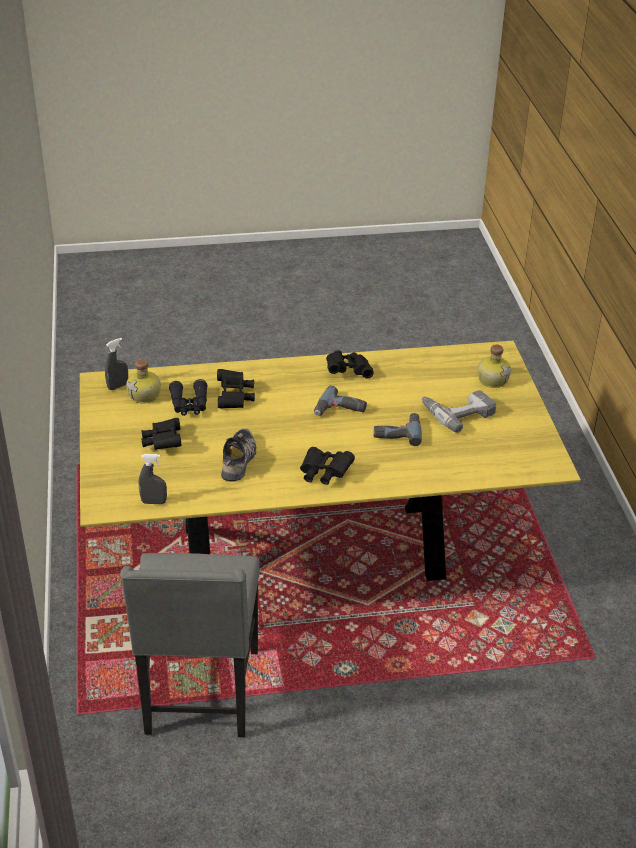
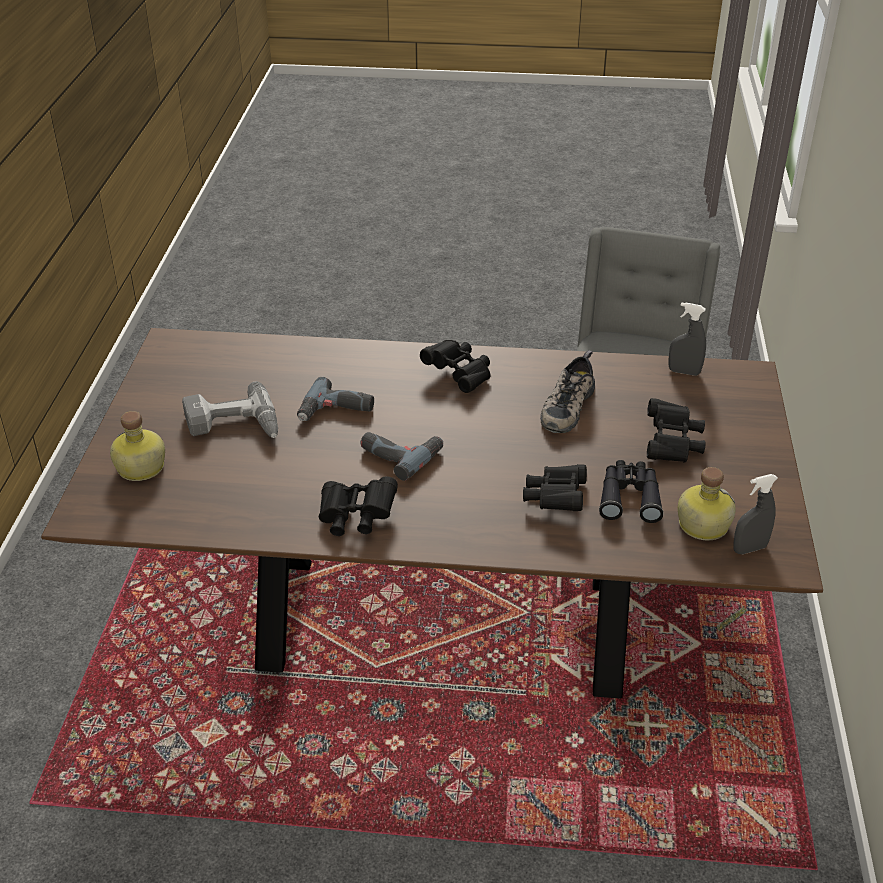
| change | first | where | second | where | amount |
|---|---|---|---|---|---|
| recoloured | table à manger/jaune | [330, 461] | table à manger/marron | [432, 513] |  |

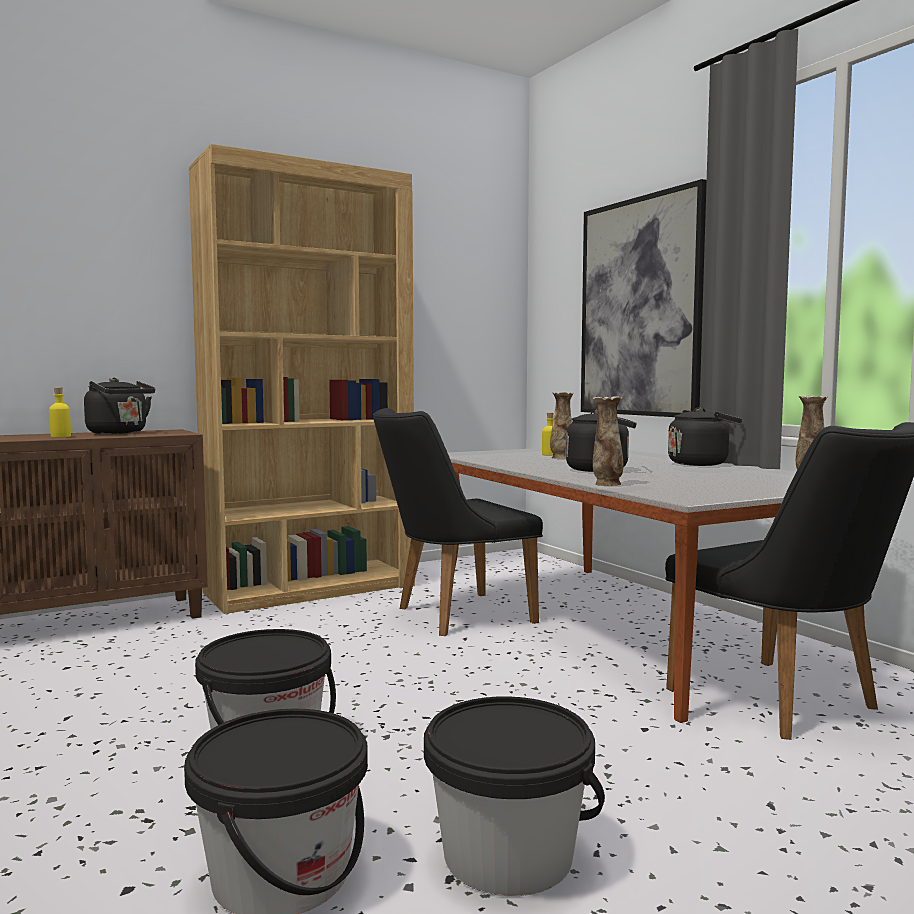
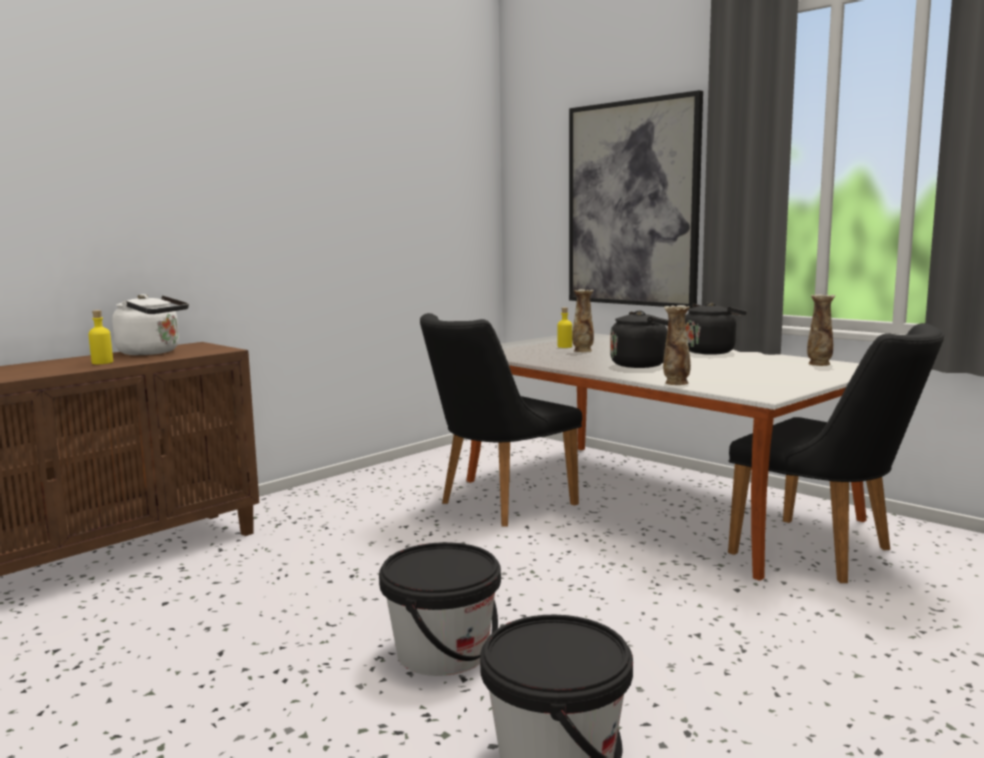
| change | first | where | second | where | amount |
|---|---|---|---|---|---|
| removed | bibliothèque/marron | [302, 379] |  |  |  |
| recoloured | bouilloire/noir | [119, 406] | bouilloire/blanc | [150, 324] |  |
| removed | seau/noir | [514, 796] |  |  |  |

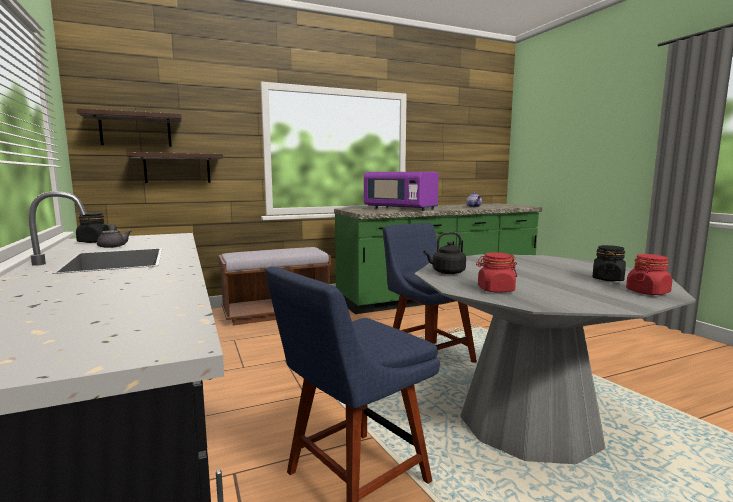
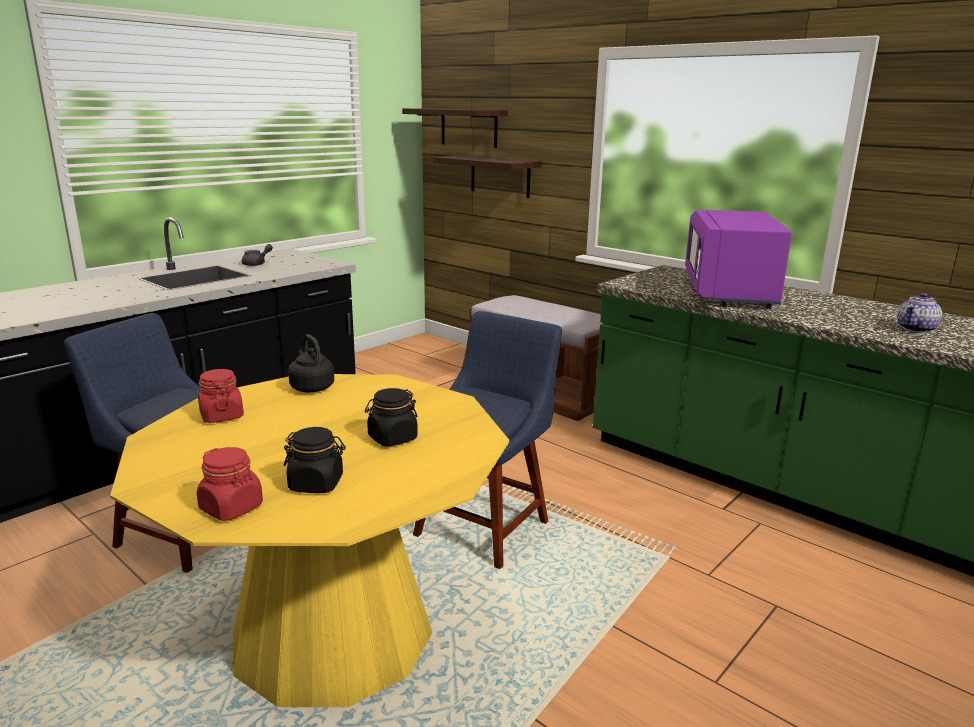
| change | first | where | second | where | amount |
|---|---|---|---|---|---|
| moved | bocal/noir | [92, 227] |  | [391, 417] |  |
| recoloured | table à manger/gris | [555, 359] | table à manger/jaune | [309, 540] |  |

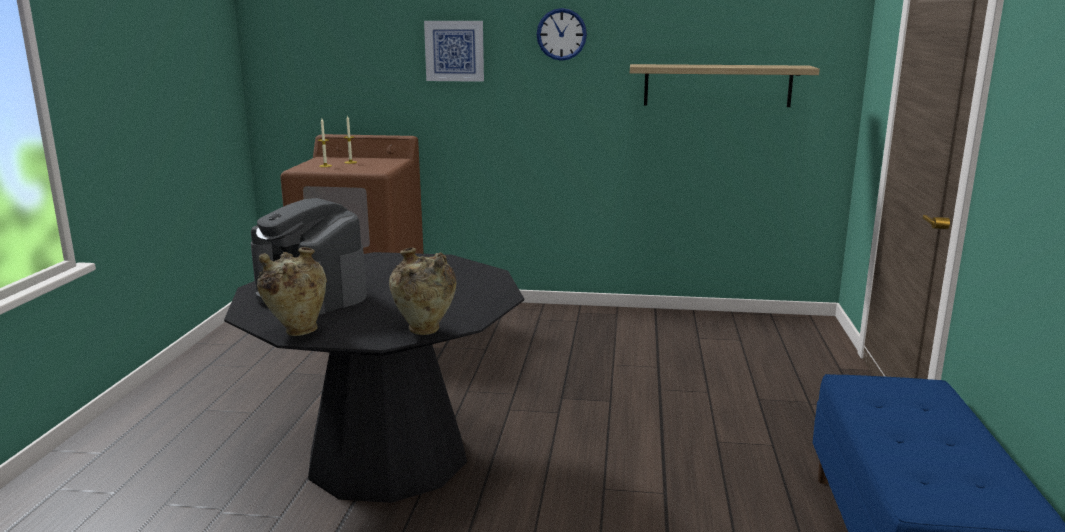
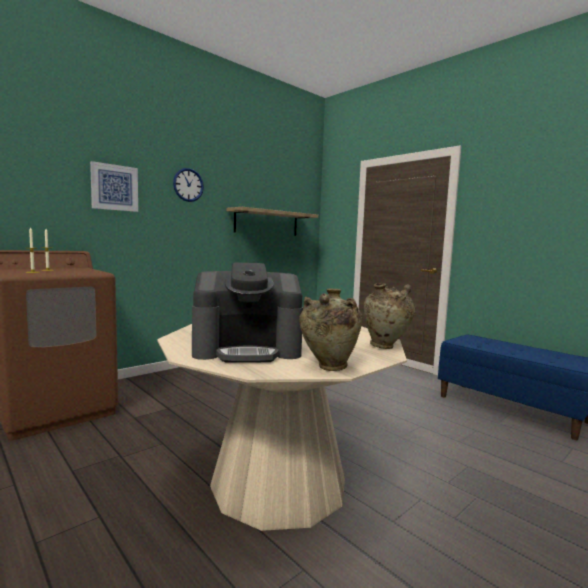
| change | first | where | second | where | amount |
|---|---|---|---|---|---|
| recoloured | table à manger/noir | [374, 377] | table à manger/beige | [282, 427] |  |

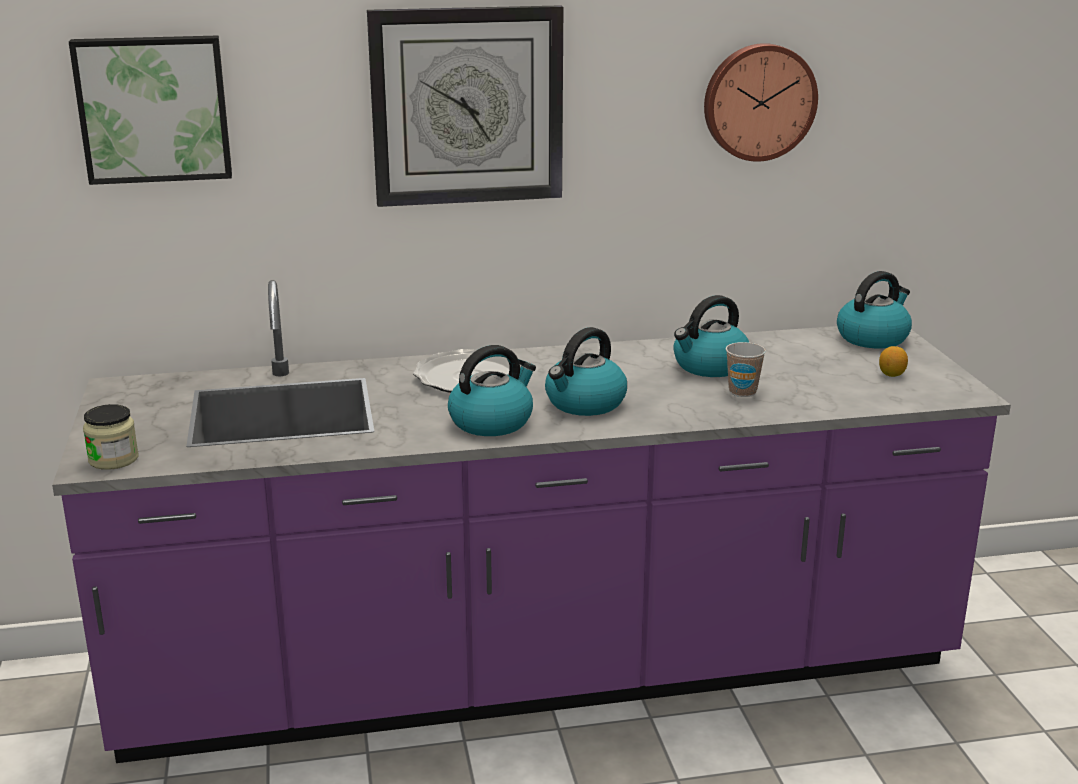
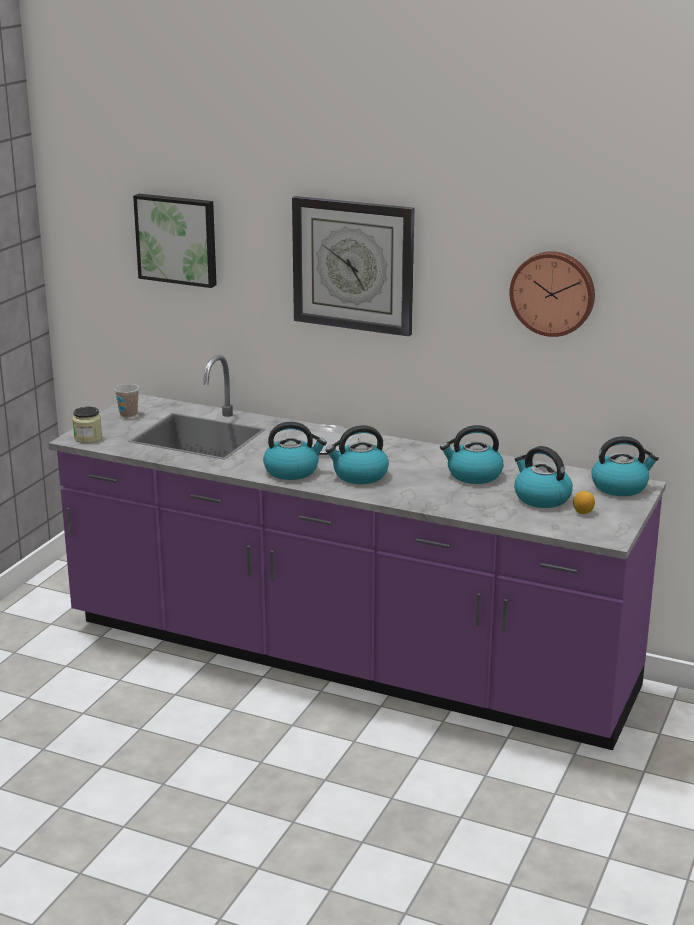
| change | first | where | second | where | amount |
|---|---|---|---|---|---|
| moved | tasse | [746, 369] |  | [126, 401] |  |
| added |  |  | bouilloire | [543, 477] |  |

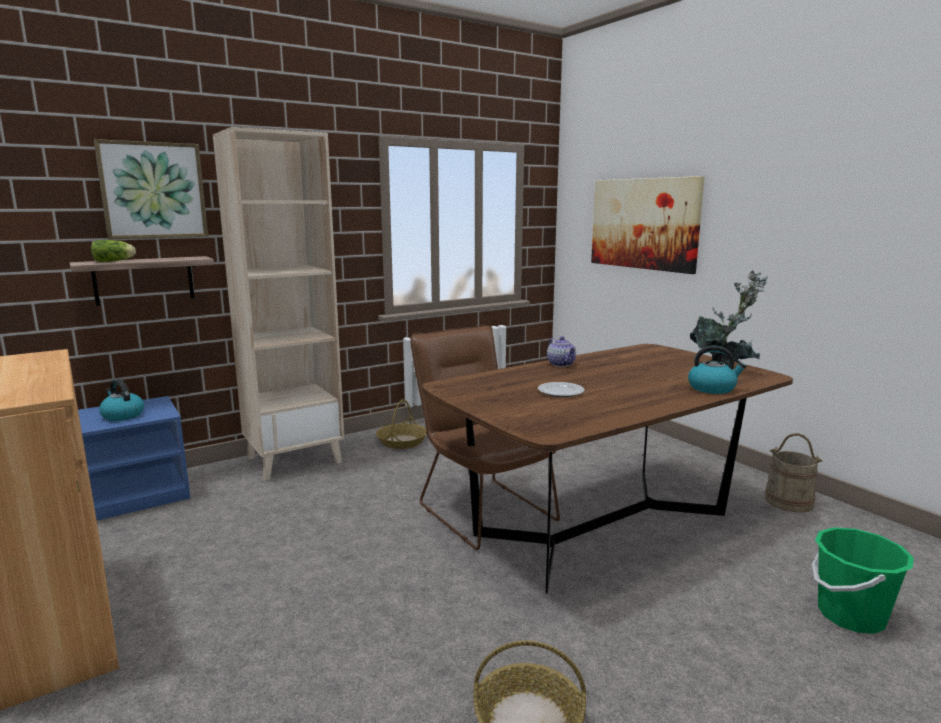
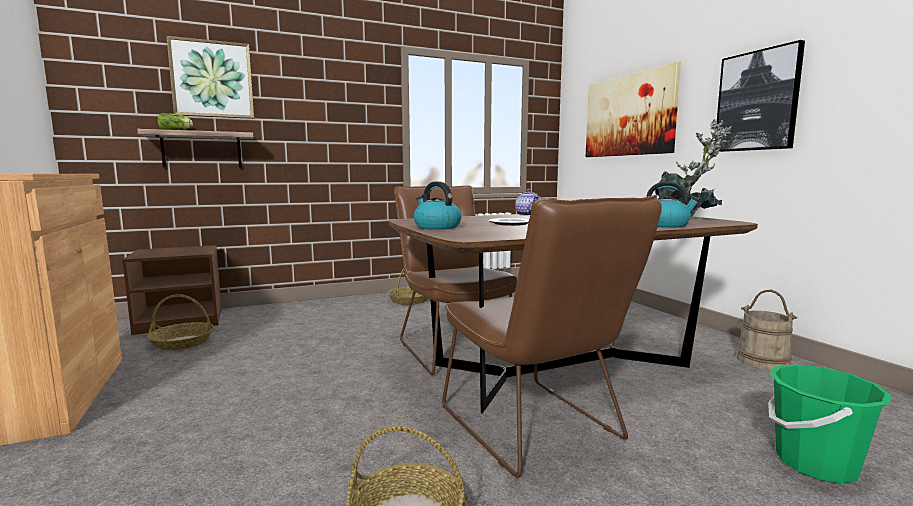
| change | first | where | second | where | amount |
|---|---|---|---|---|---|
| removed | bibliothèque/beige | [278, 304] |  |  |  |
| moved | bouilloire | [121, 400] |  | [438, 205] |  |
| recoloured | table de chevet/bleu | [134, 458] | table de chevet/marron | [172, 290] |  |
| added |  |  | tableau | [760, 96] |  |
| added |  |  | chaise/marron | [552, 336] |  |
| added |  |  | panier | [180, 322] |  |

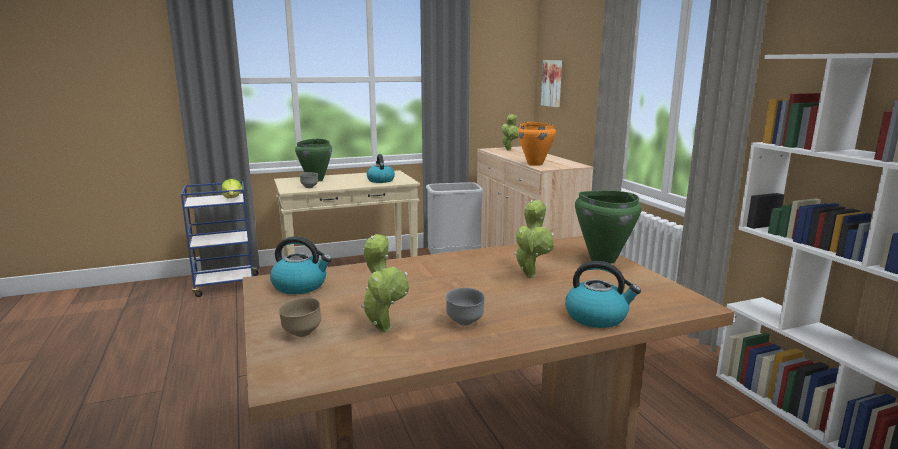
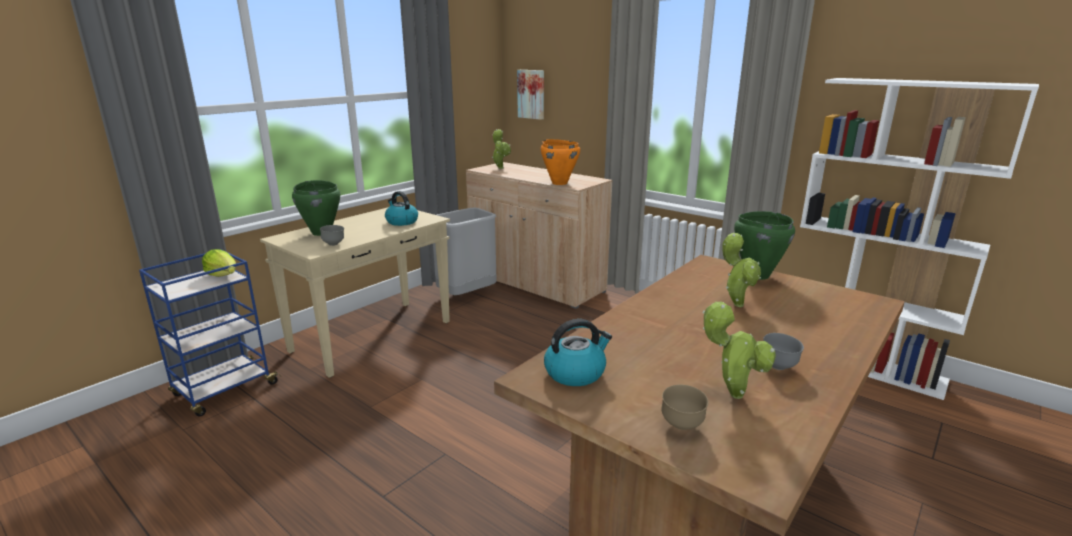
| change | first | where | second | where | amount |
|---|---|---|---|---|---|
| removed | bouilloire | [603, 294] |  |  |  |

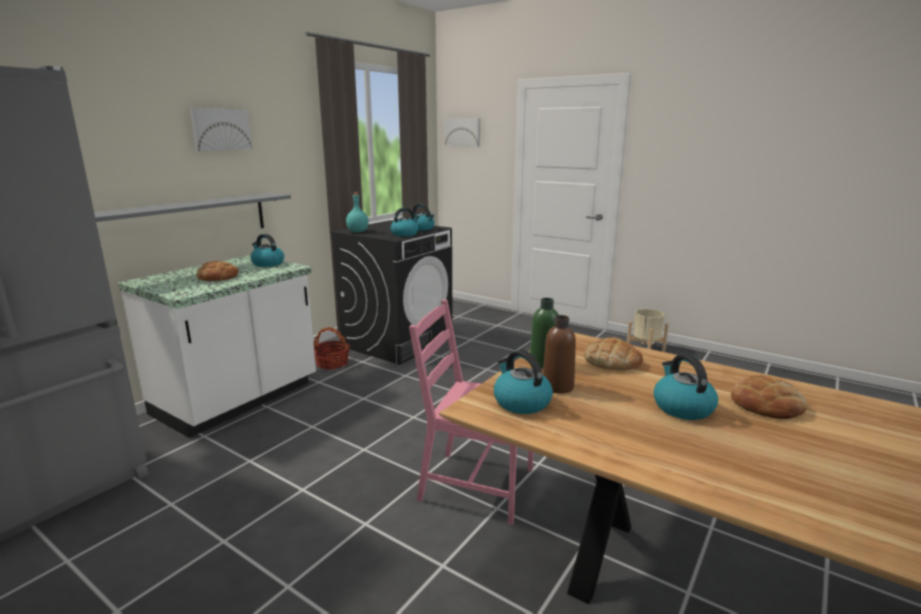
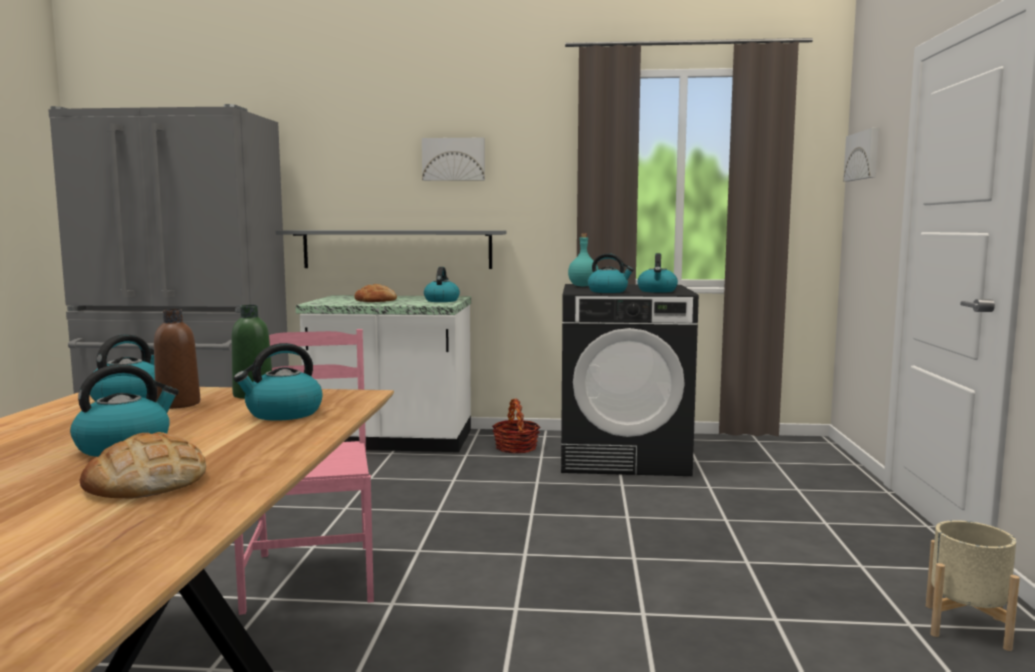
| change | first | where | second | where | amount |
|---|---|---|---|---|---|
| replaced | pain | [613, 354] | bouilloire | [277, 382] |  |

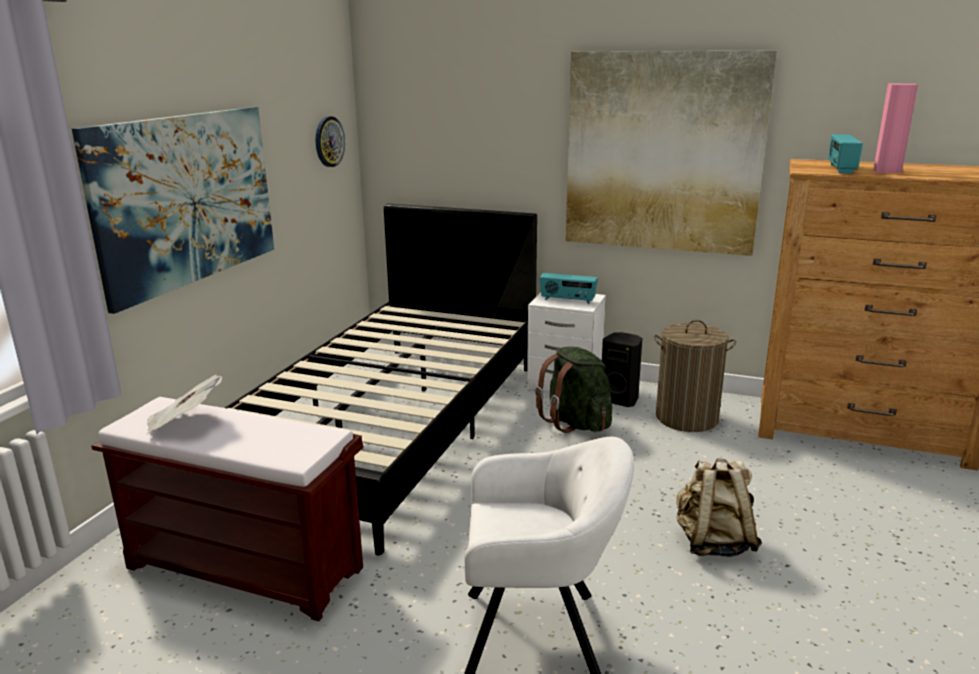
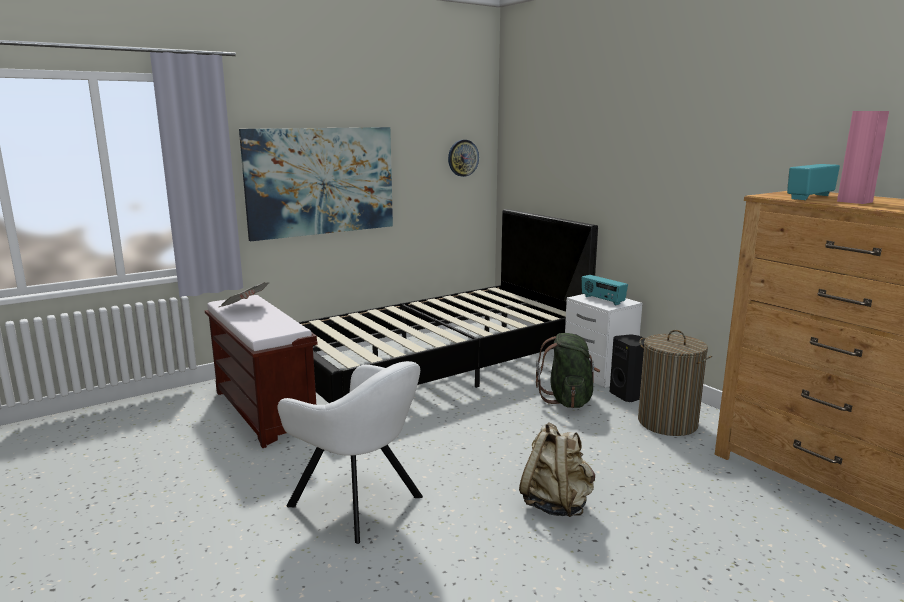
| change | first | where | second | where | amount |
|---|---|---|---|---|---|
| removed | tableau | [671, 153] |  |  |  |

